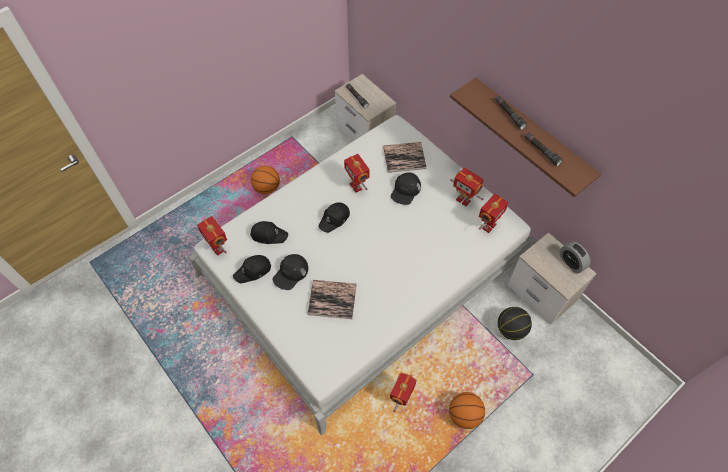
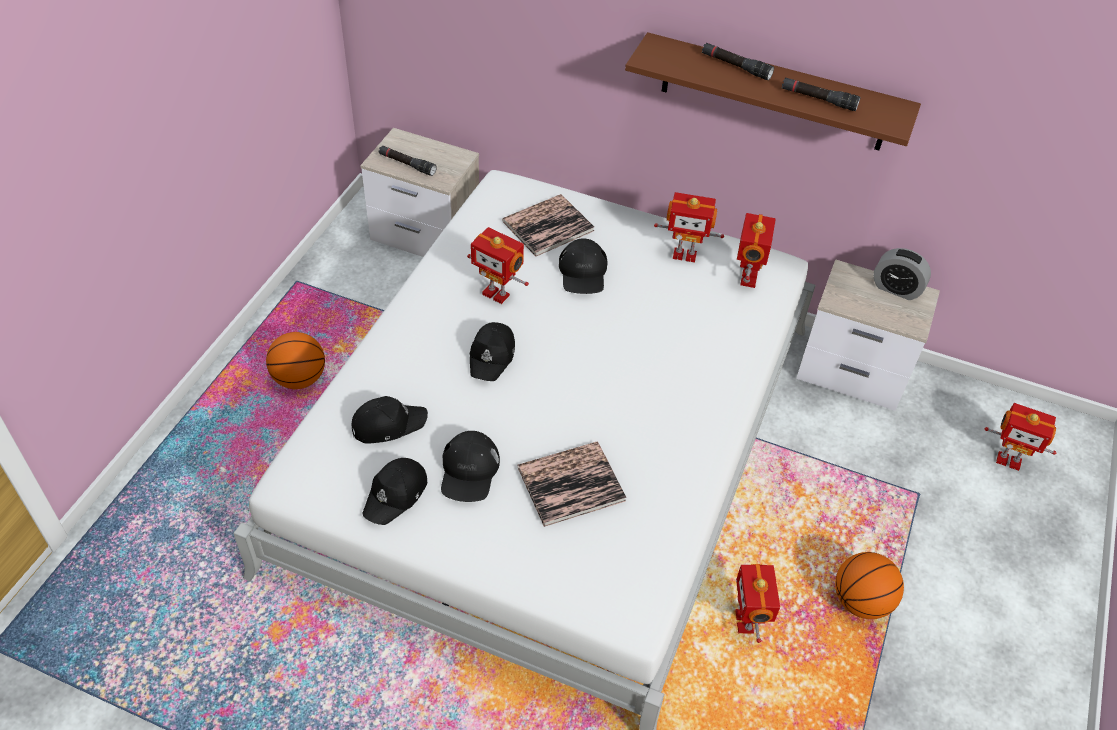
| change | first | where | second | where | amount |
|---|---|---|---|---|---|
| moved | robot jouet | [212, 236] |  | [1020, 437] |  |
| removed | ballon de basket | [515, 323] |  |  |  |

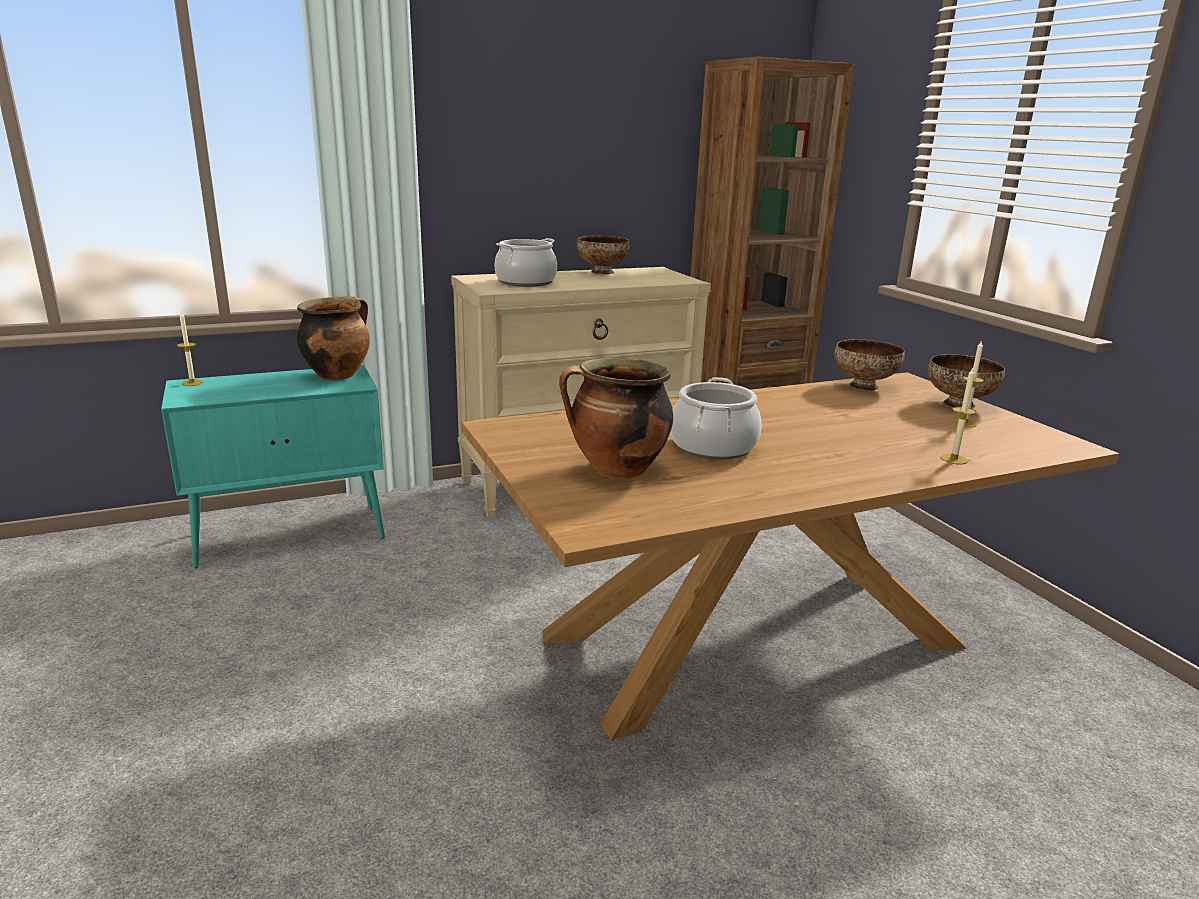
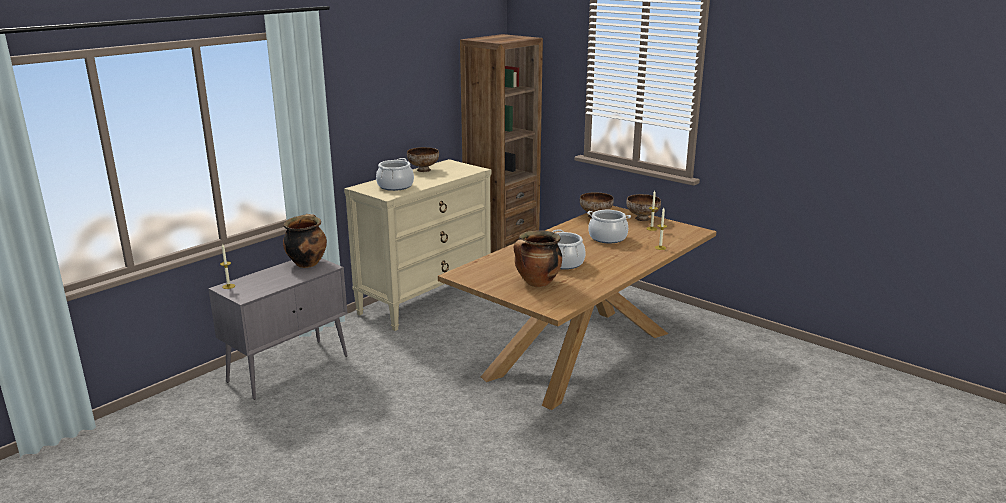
| change | first | where | second | where | amount |
|---|---|---|---|---|---|
| recoloured | meuble de rangement/turquoise | [273, 466] | meuble de rangement/gris | [278, 329] |  |
| added |  |  | marmite | [609, 226] |  |

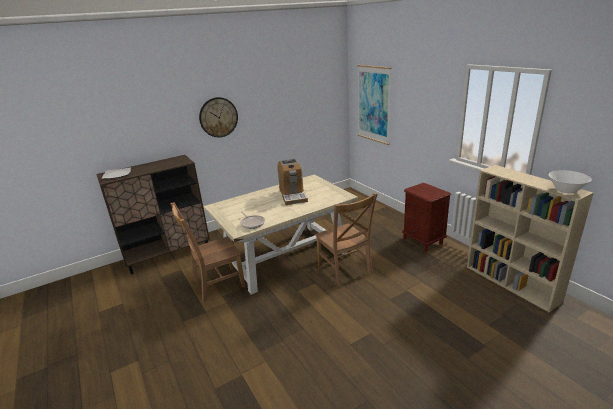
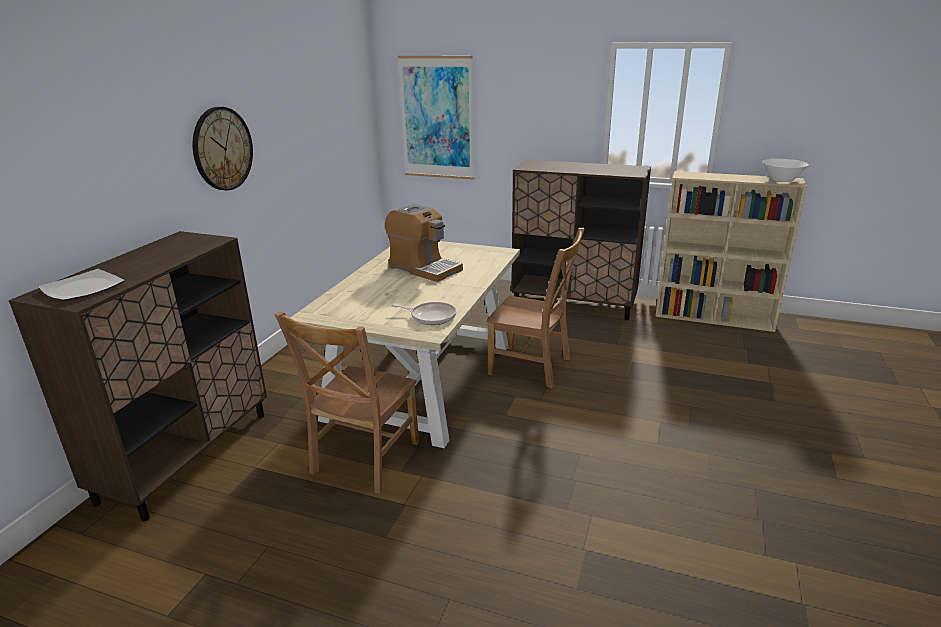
| change | first | where | second | where | amount |
|---|---|---|---|---|---|
| replaced | table de chevet/marron | [426, 217] | meuble de rangement/marron | [581, 240] |  |

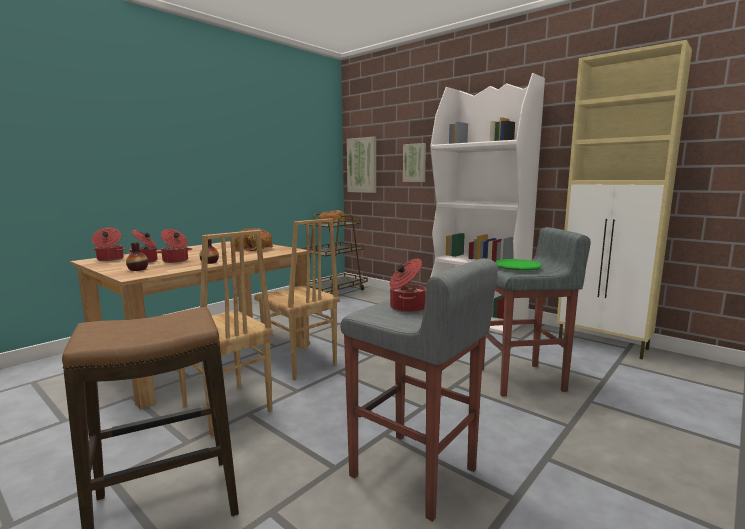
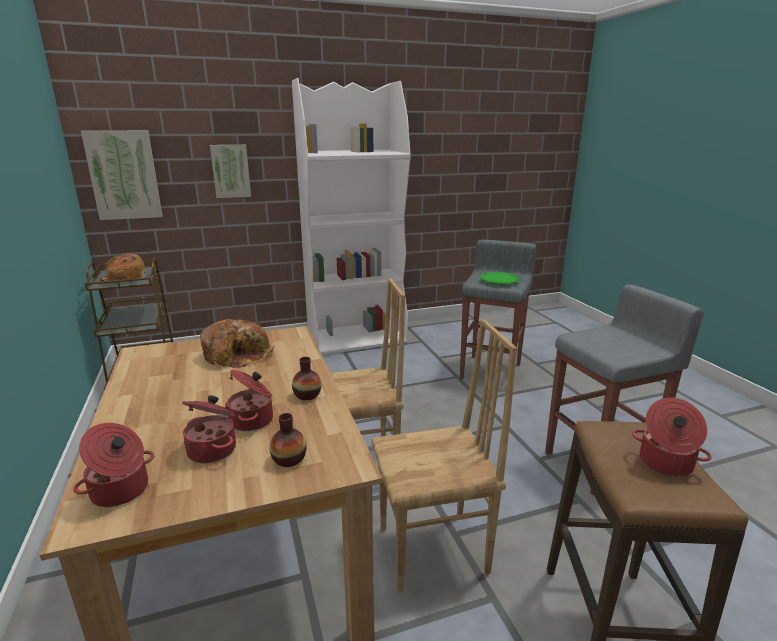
| change | first | where | second | where | amount |
|---|---|---|---|---|---|
| removed | meuble de rangement/beige | [624, 199] |  |  |  |
| moved | marmite | [408, 286] |  | [672, 437] |  |

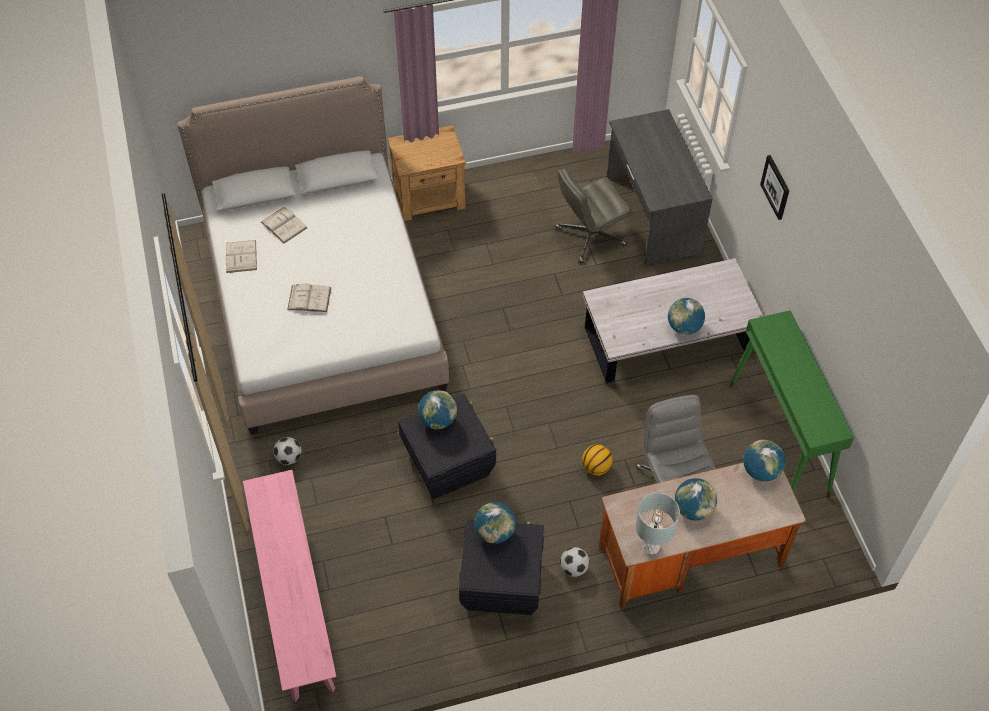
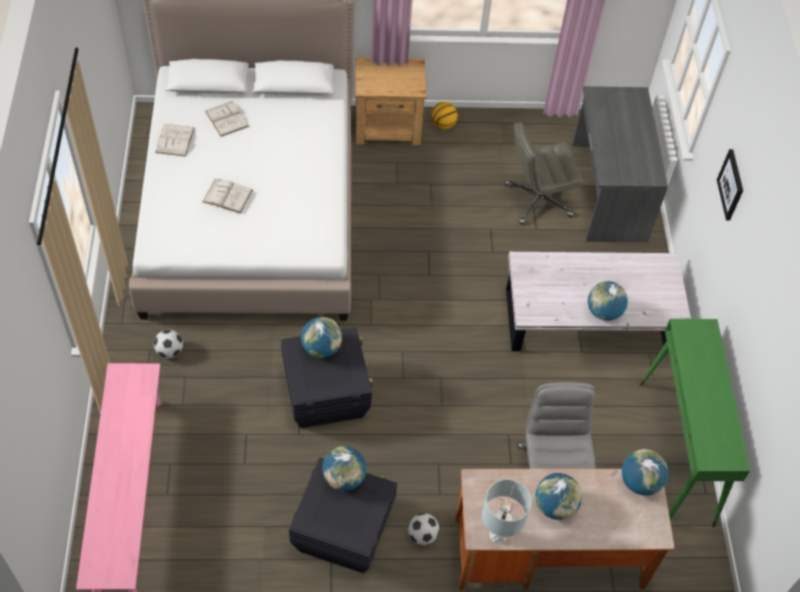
| change | first | where | second | where | amount |
|---|---|---|---|---|---|
| moved | ballon de basket | [597, 460] |  | [444, 115] |  |

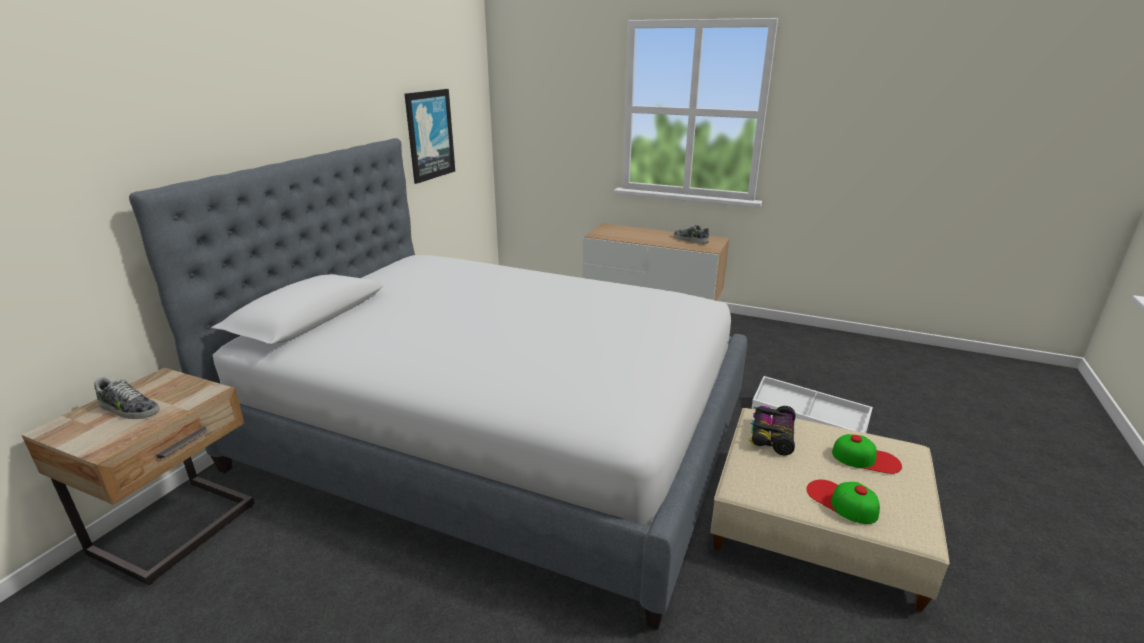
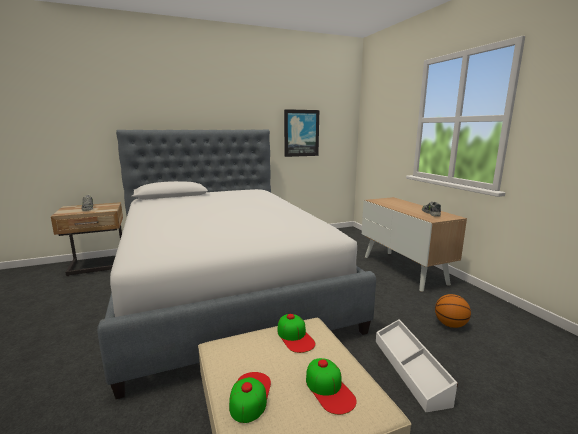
| change | first | where | second | where | amount |
|---|---|---|---|---|---|
| replaced | petite voiture | [773, 430] | casquette | [296, 333] |  |
| added |  |  | ballon de basket | [453, 311] |  |

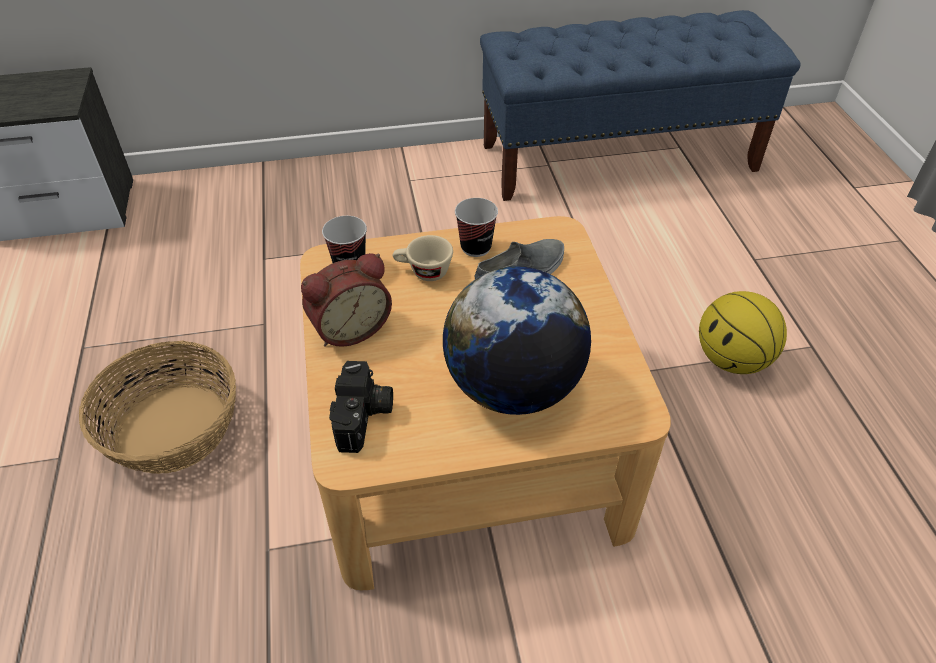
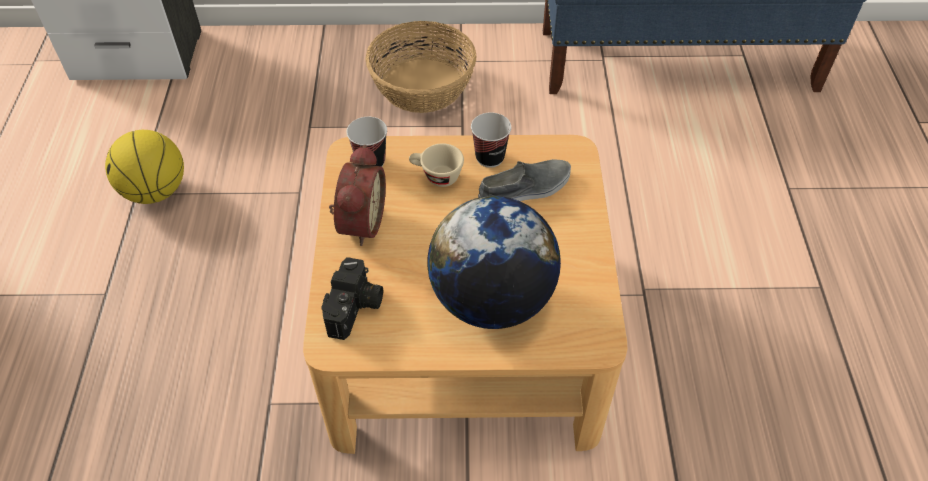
| change | first | where | second | where | amount |
|---|---|---|---|---|---|
| turned | réveil | [346, 300] |  | [357, 195] | 60 degrees counterclockwise |
| moved | ballon de basket | [743, 332] |  | [144, 167] |  |
| moved | panier | [157, 407] |  | [421, 67] |  |

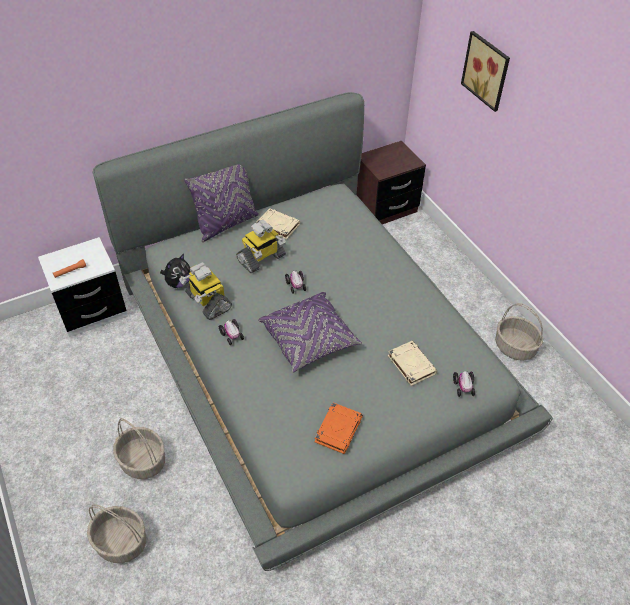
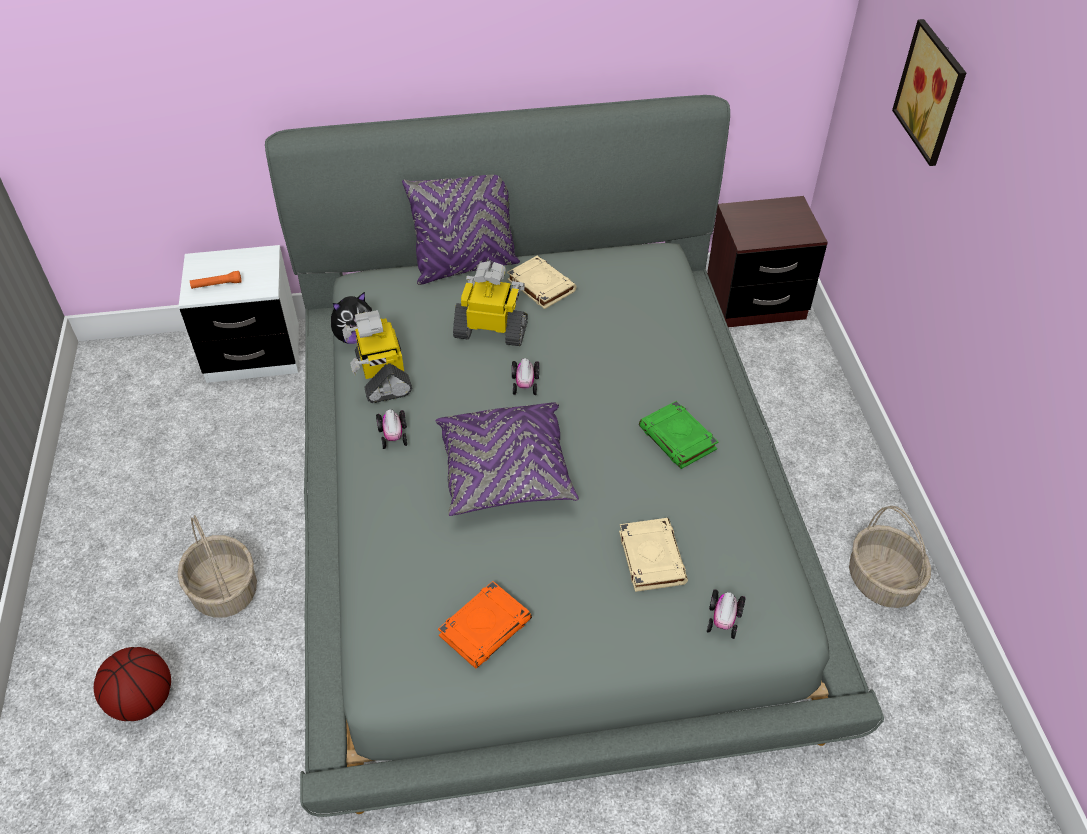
| change | first | where | second | where | amount |
|---|---|---|---|---|---|
| turned | robot jouet | [261, 246] |  | [490, 303] | 150 degrees counterclockwise |
| replaced | panier | [116, 533] | ballon de basket | [132, 684] |  |
| added |  |  | livre/vert | [678, 435] |  |

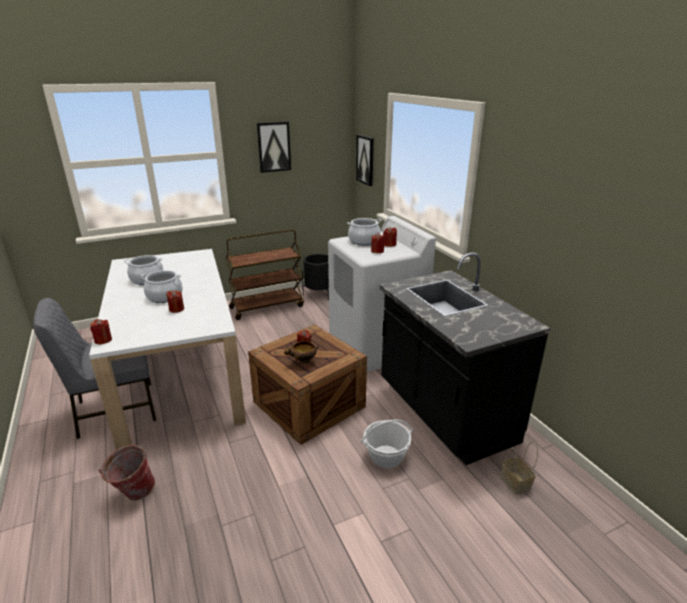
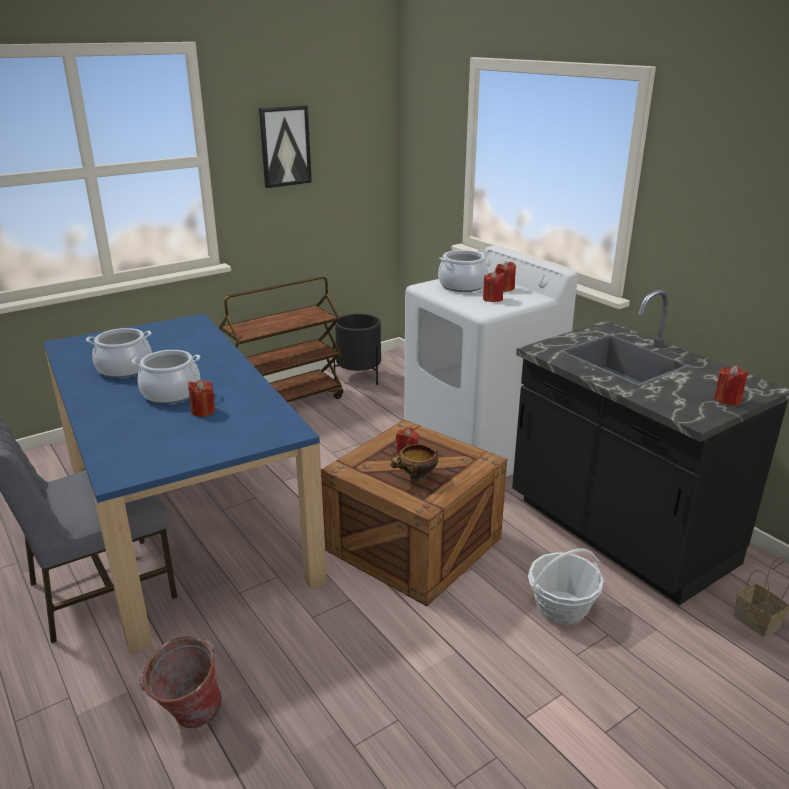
| change | first | where | second | where | amount |
|---|---|---|---|---|---|
| removed | tableau | [365, 160] |  |  |  |
| recoloured | table à manger/blanc | [167, 349] | table à manger/bleu | [185, 484] |  |
| moved | bougie/rouge | [101, 332] |  | [731, 386] |  |

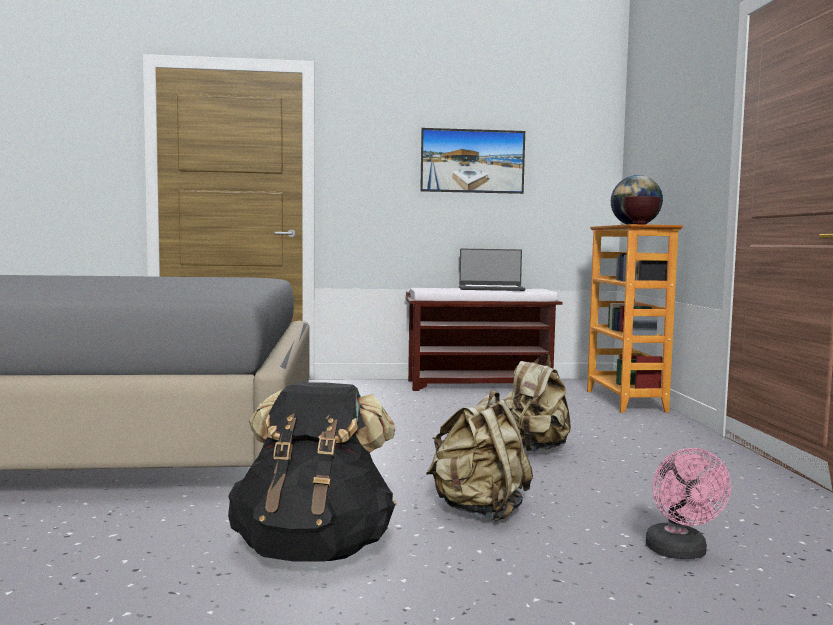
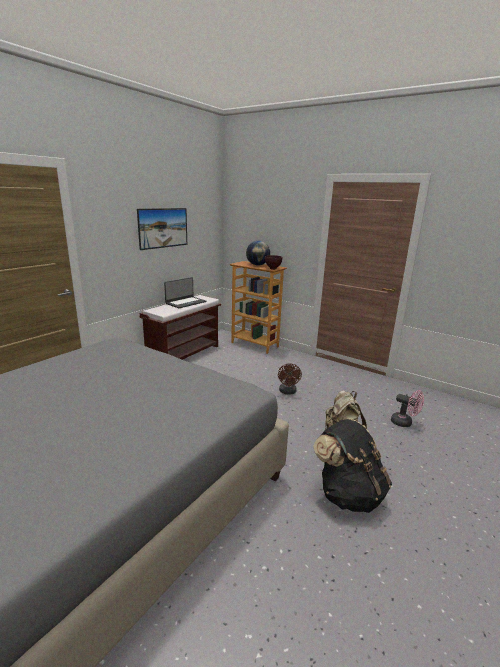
| change | first | where | second | where | amount |
|---|---|---|---|---|---|
| replaced | sac à dos/beige | [537, 402] | ventilateur/marron | [290, 378] |  |

